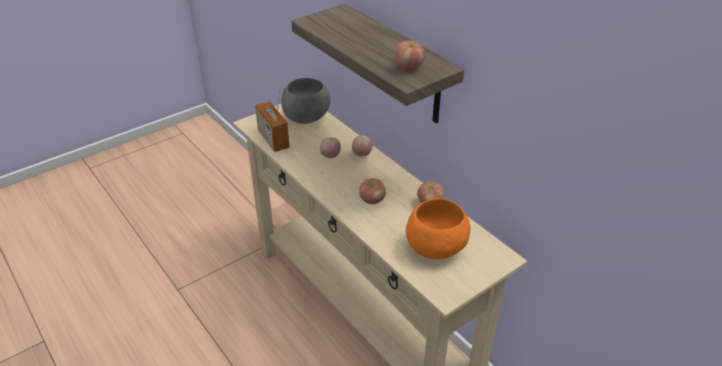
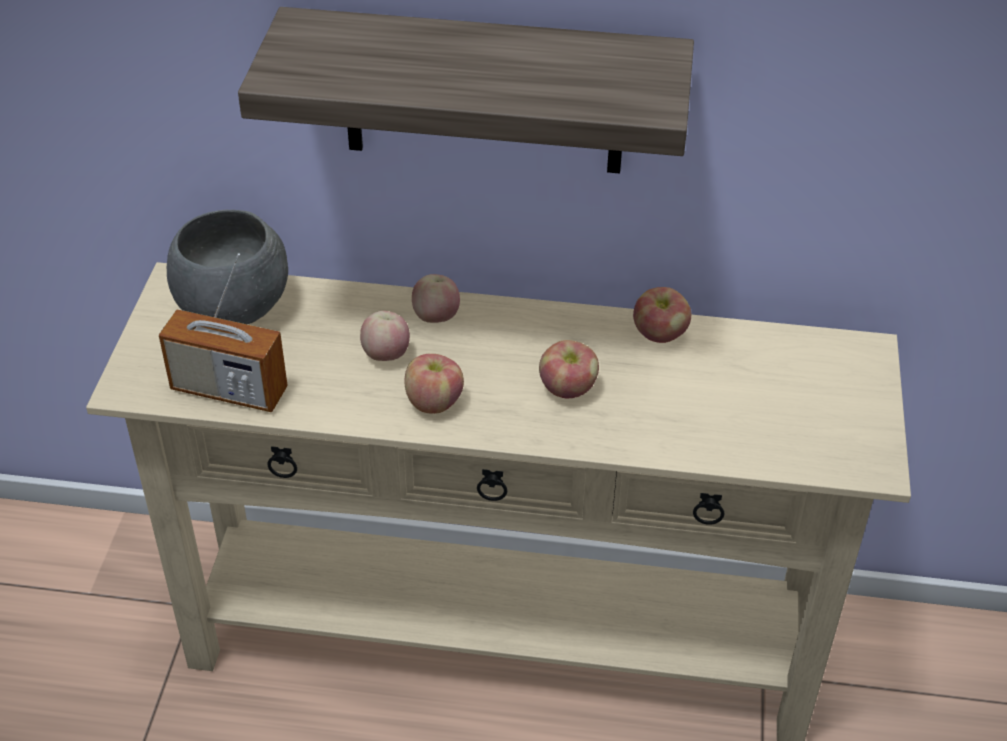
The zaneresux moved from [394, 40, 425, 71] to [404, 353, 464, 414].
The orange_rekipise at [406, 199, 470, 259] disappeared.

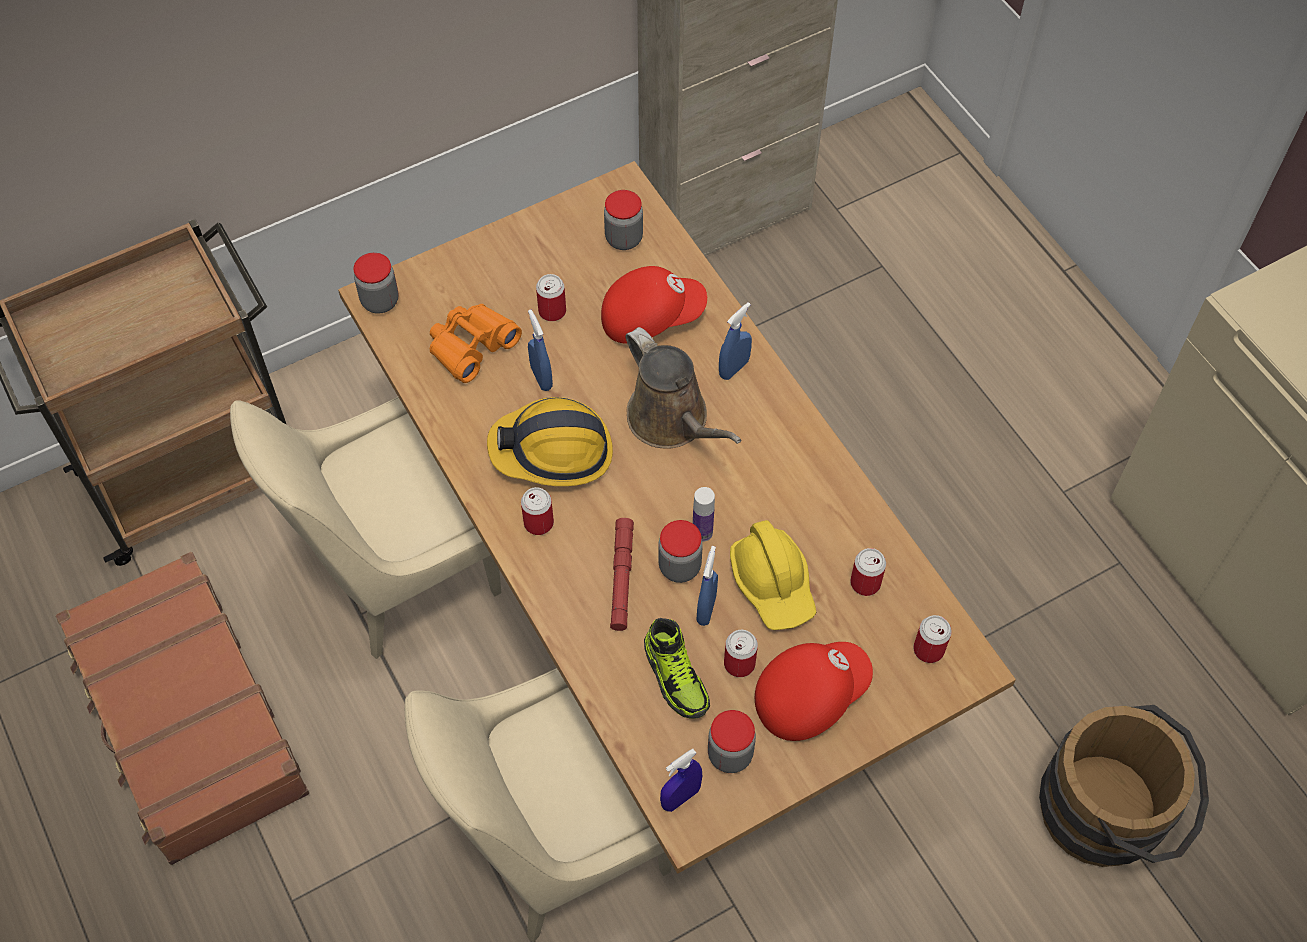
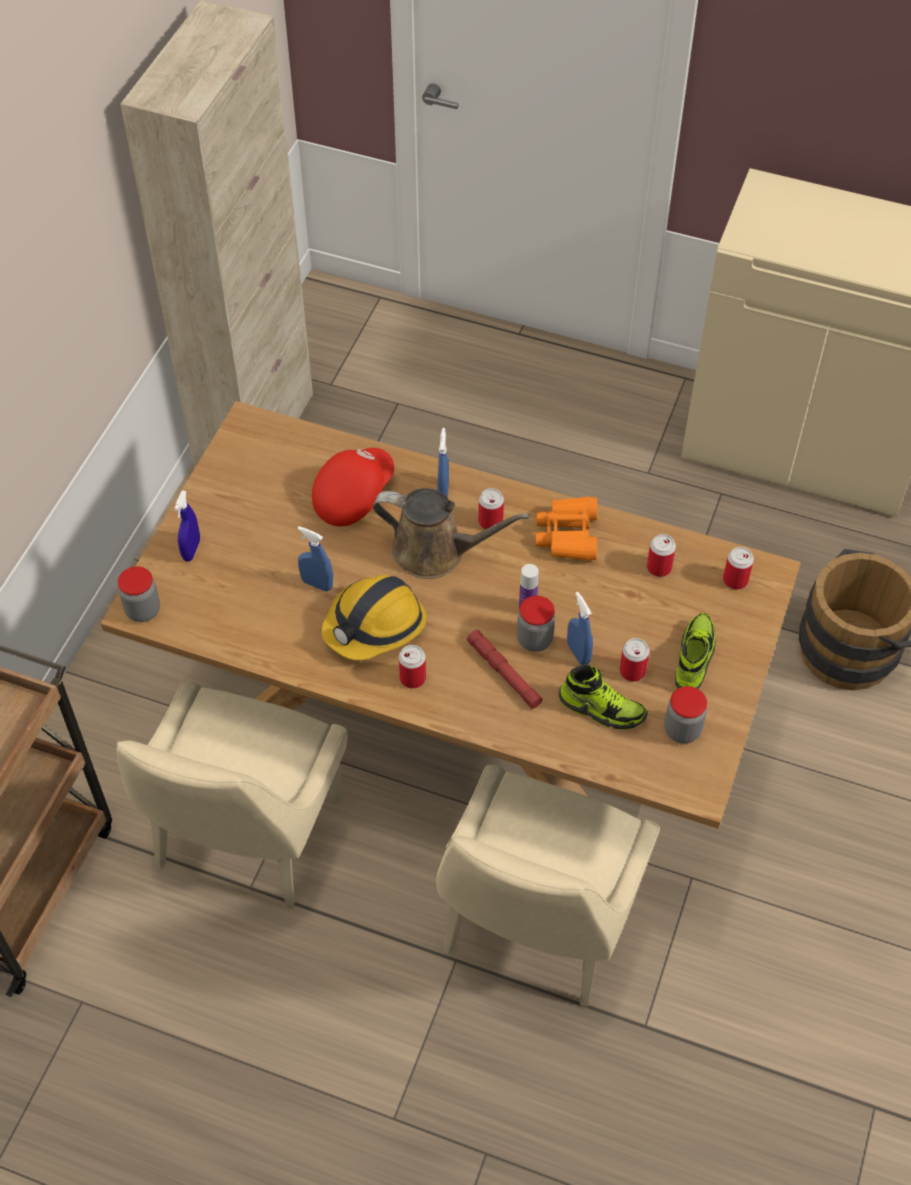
The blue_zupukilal moved from [660, 749, 702, 812] to [174, 490, 200, 561].
The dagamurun moved from [536, 274, 566, 321] to [478, 488, 504, 530].
The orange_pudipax moved from [430, 304, 522, 383] to [536, 496, 597, 561].
The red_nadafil at [755, 642, 873, 741] was replaced by the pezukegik at [675, 613, 716, 689].
The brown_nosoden at [56, 552, 309, 865] disappeared.
The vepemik at [604, 190, 643, 250] disappeared.
The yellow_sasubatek at [730, 520, 816, 630] disappeared.

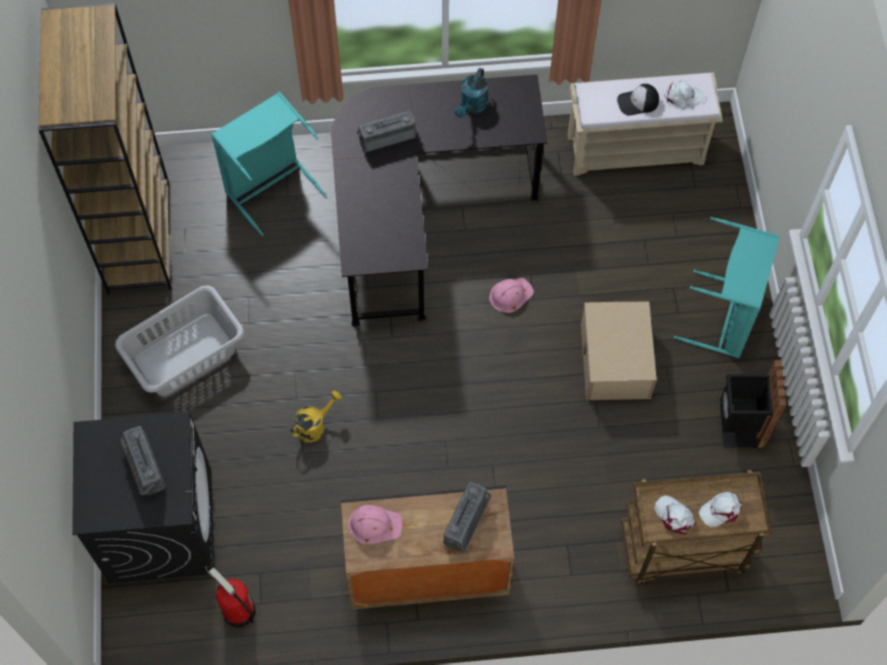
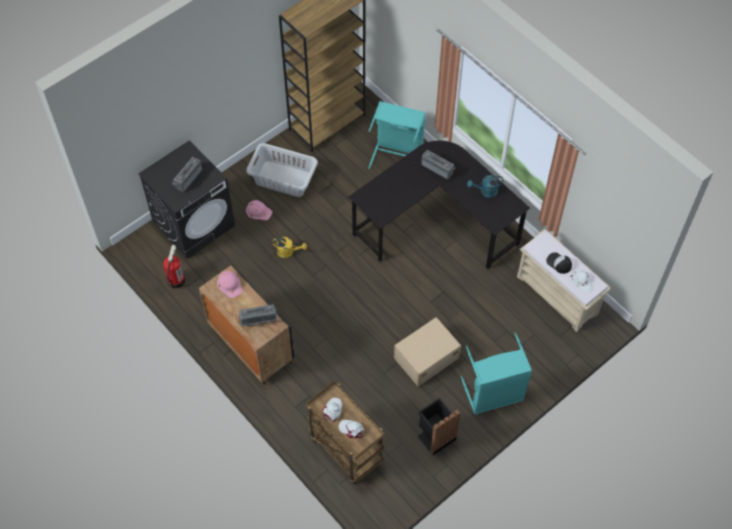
The pink_sasubatek moved from [489, 278, 534, 313] to [246, 200, 272, 220].

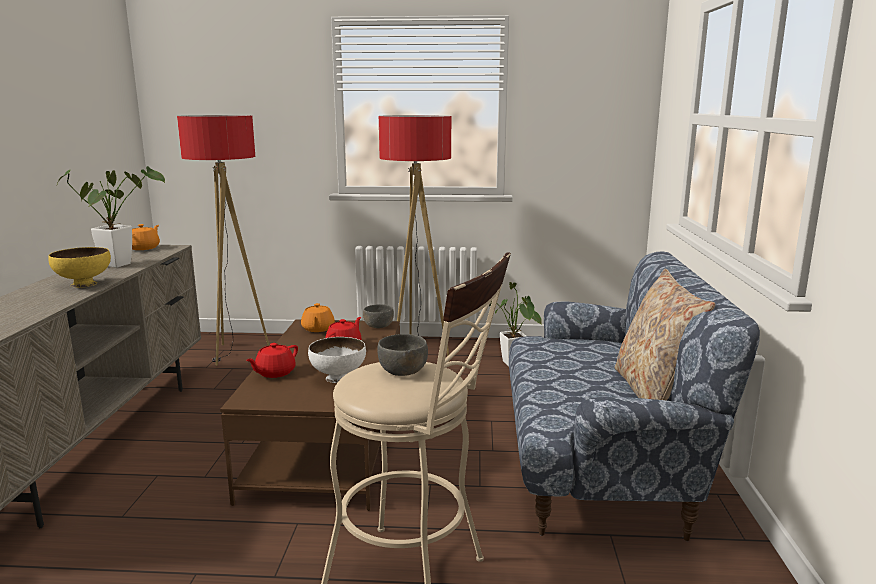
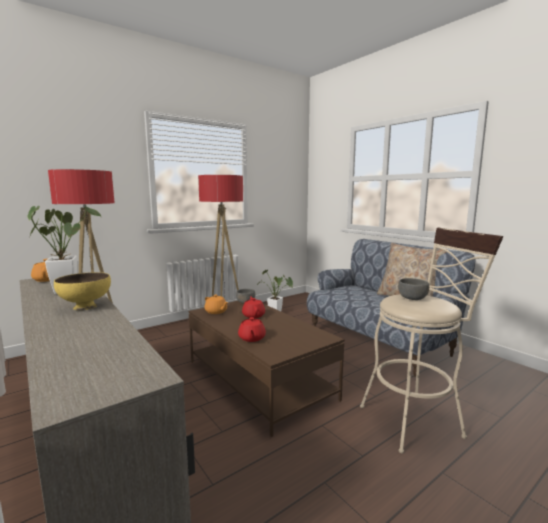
The white_rekipise at [308, 337, 366, 383] disappeared.

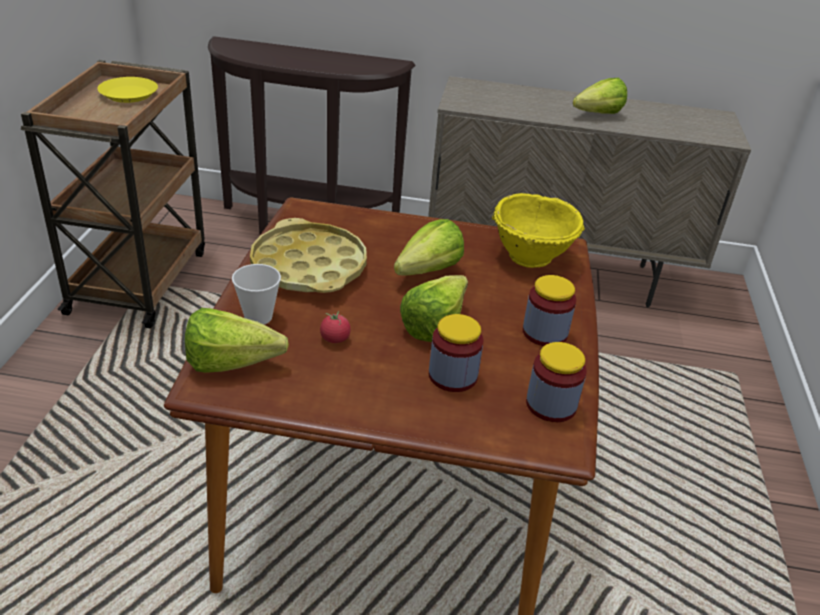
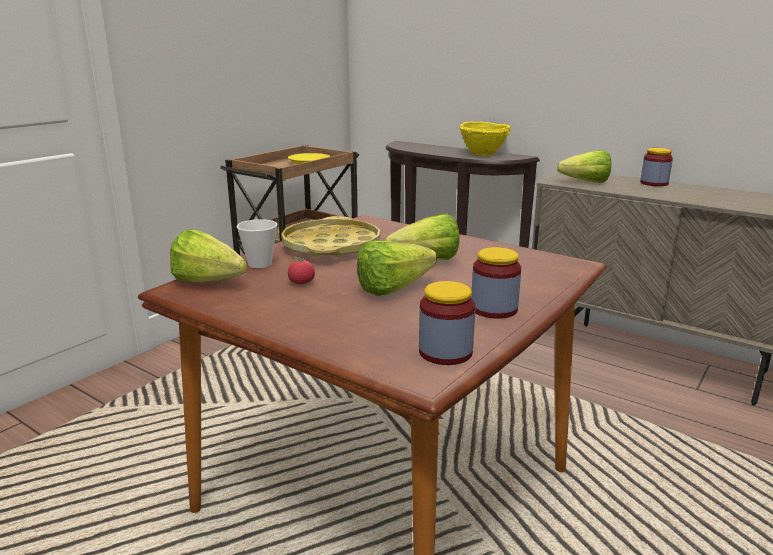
The yellow_rekipise moved from [492, 193, 585, 268] to [459, 121, 511, 156].
The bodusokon moved from [573, 78, 627, 114] to [557, 150, 612, 183].
The vepemik moved from [429, 314, 483, 392] to [640, 148, 673, 186].

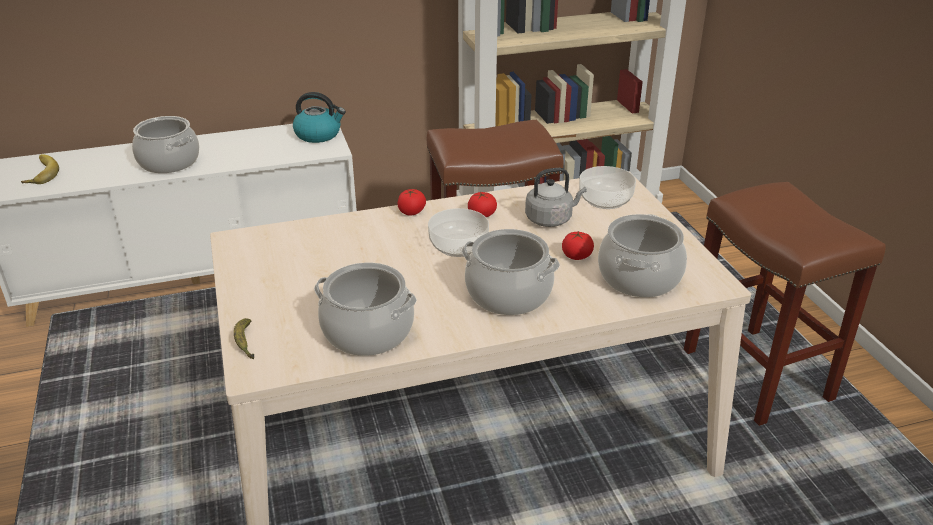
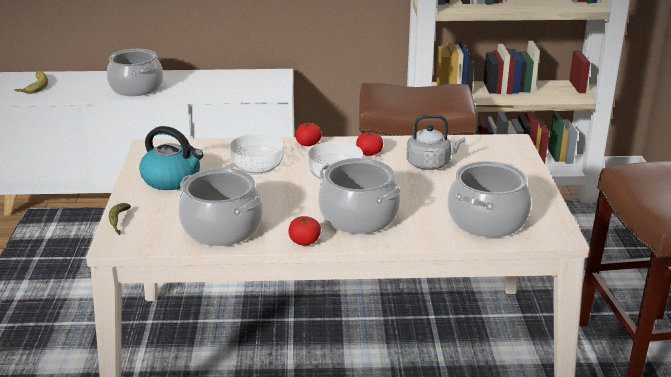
The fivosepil moved from [293, 92, 346, 143] to [139, 126, 204, 190].
The rekipise moved from [579, 166, 636, 209] to [229, 134, 284, 175].
The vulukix moved from [562, 231, 594, 260] to [288, 216, 321, 245].

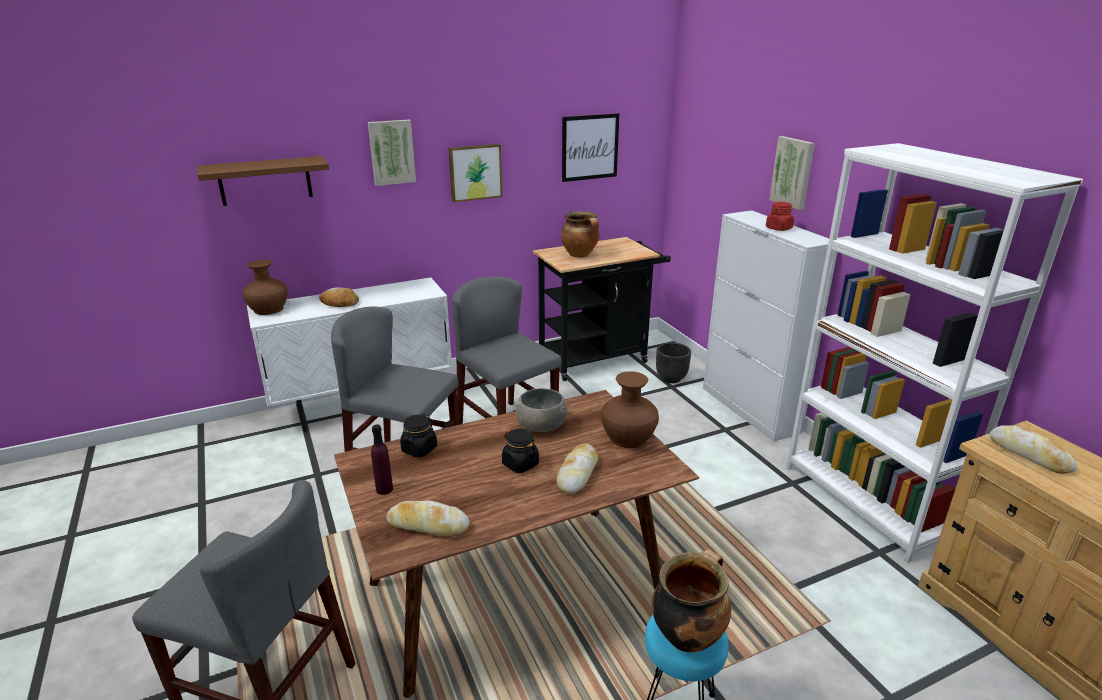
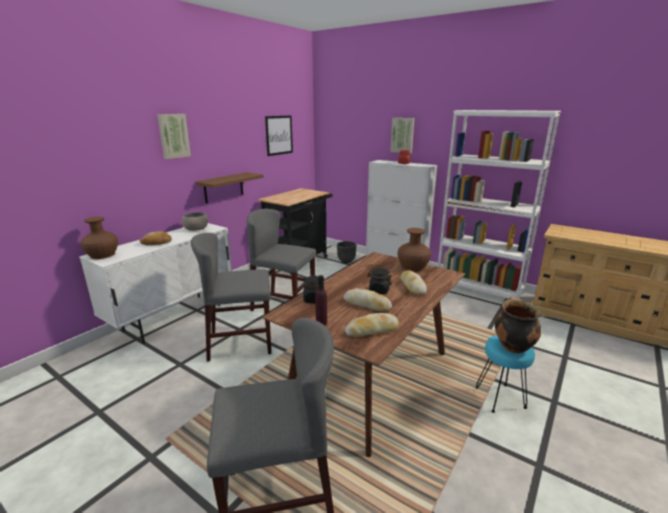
The grey_rekipise moved from [515, 388, 567, 432] to [182, 212, 208, 231].
The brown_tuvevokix moved from [197, 156, 329, 206] to [196, 172, 264, 203].
The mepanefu moved from [990, 425, 1077, 474] to [344, 288, 392, 312].
The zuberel at [448, 144, 502, 202] disappeared.
The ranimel at [561, 211, 600, 258] disappeared.

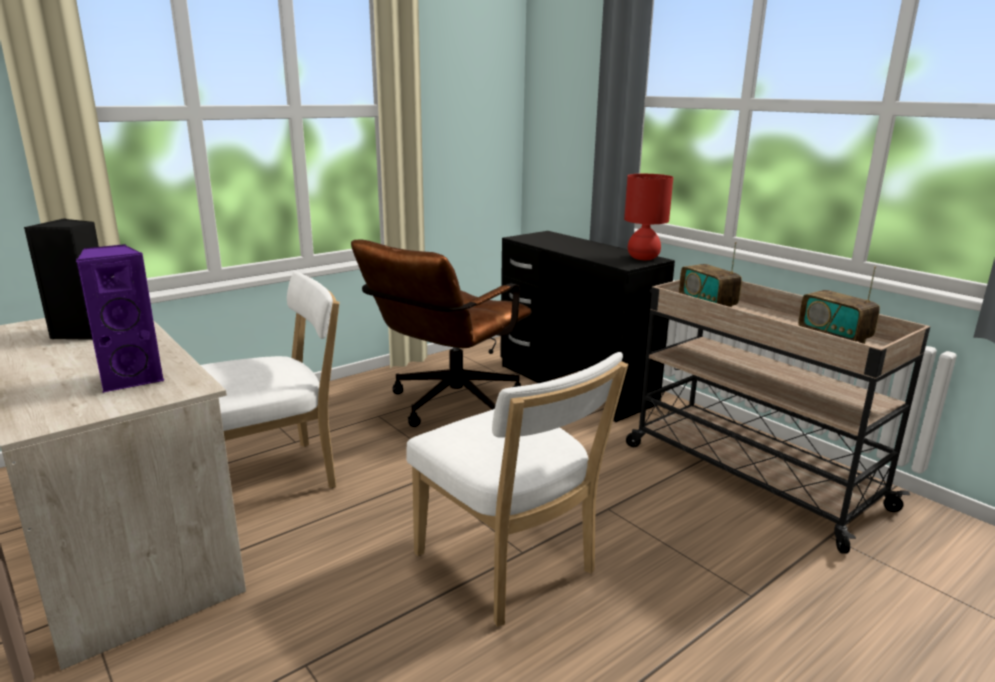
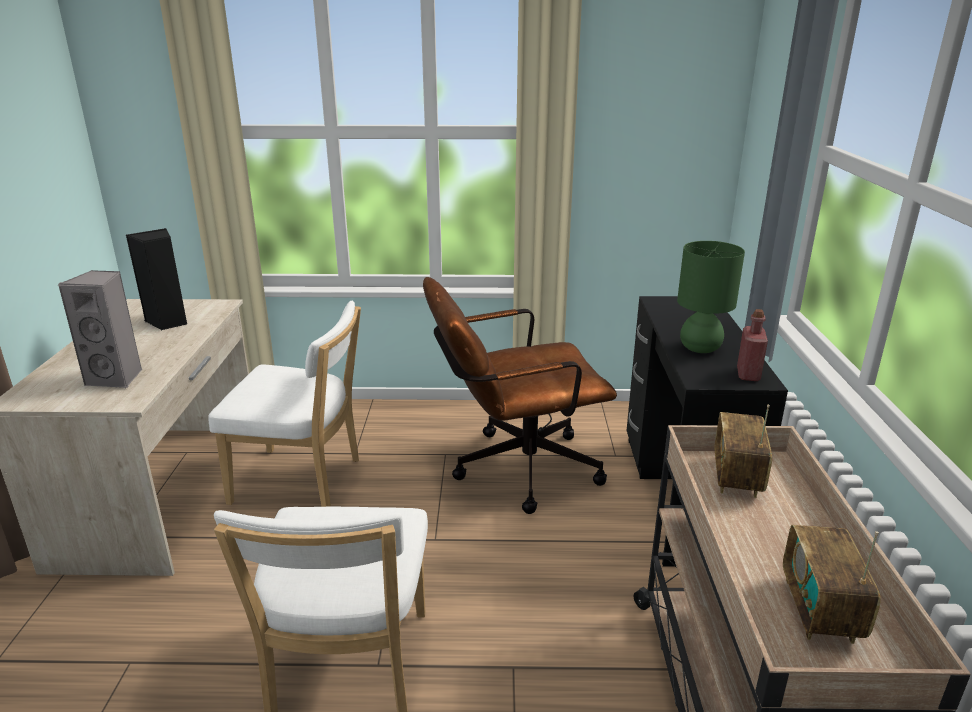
The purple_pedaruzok at [76, 244, 165, 393] became the grey_pedaruzok at [58, 270, 142, 389].
The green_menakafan at [677, 241, 745, 353] appeared.
The red_menakafan at [624, 174, 673, 260] was replaced by the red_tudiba at [737, 309, 768, 381].

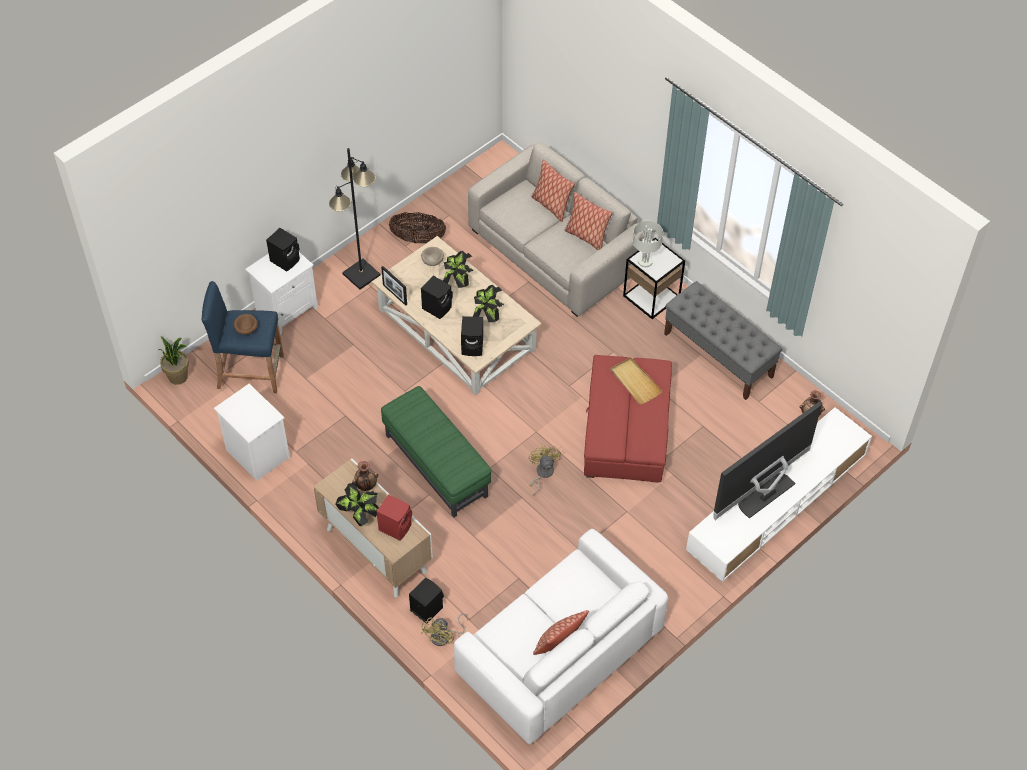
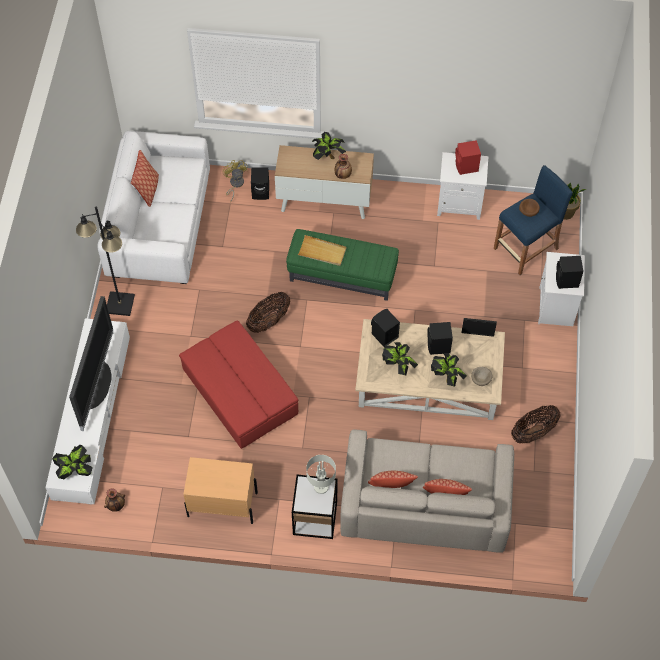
The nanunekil at [52, 445, 93, 479] appeared.
The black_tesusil moved from [329, 148, 380, 289] to [76, 207, 135, 316].
The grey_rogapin at [664, 281, 782, 400] was replaced by the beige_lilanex at [183, 457, 258, 524].
The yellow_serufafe at [529, 445, 561, 496] was replaced by the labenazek at [246, 292, 290, 333].
The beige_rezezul moved from [611, 357, 663, 404] to [297, 235, 347, 266].
The red_pedaruzok moved from [377, 494, 412, 541] to [455, 140, 481, 175].

